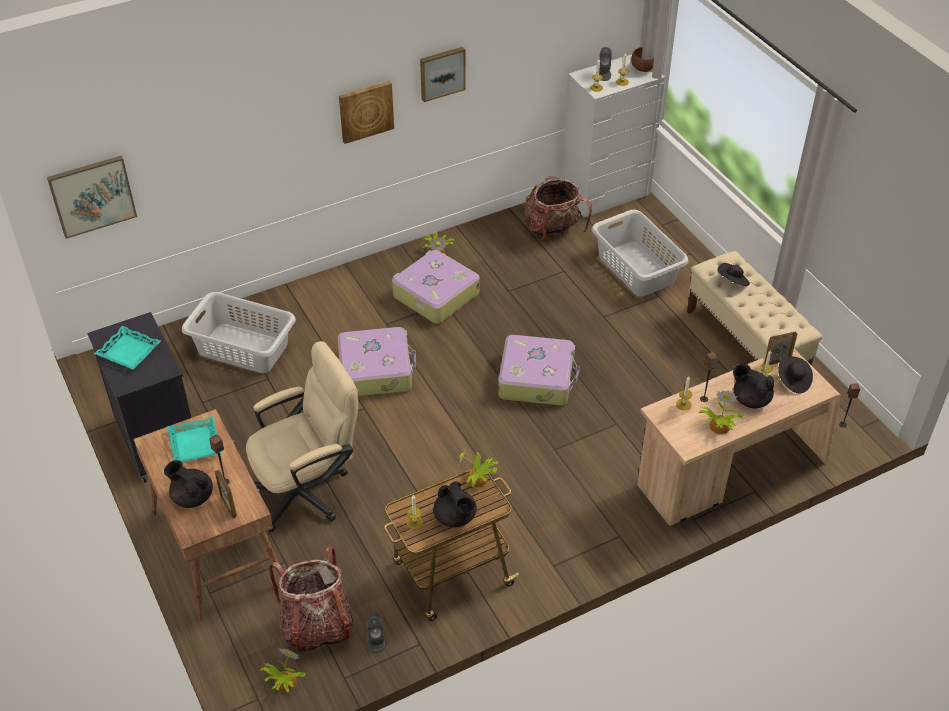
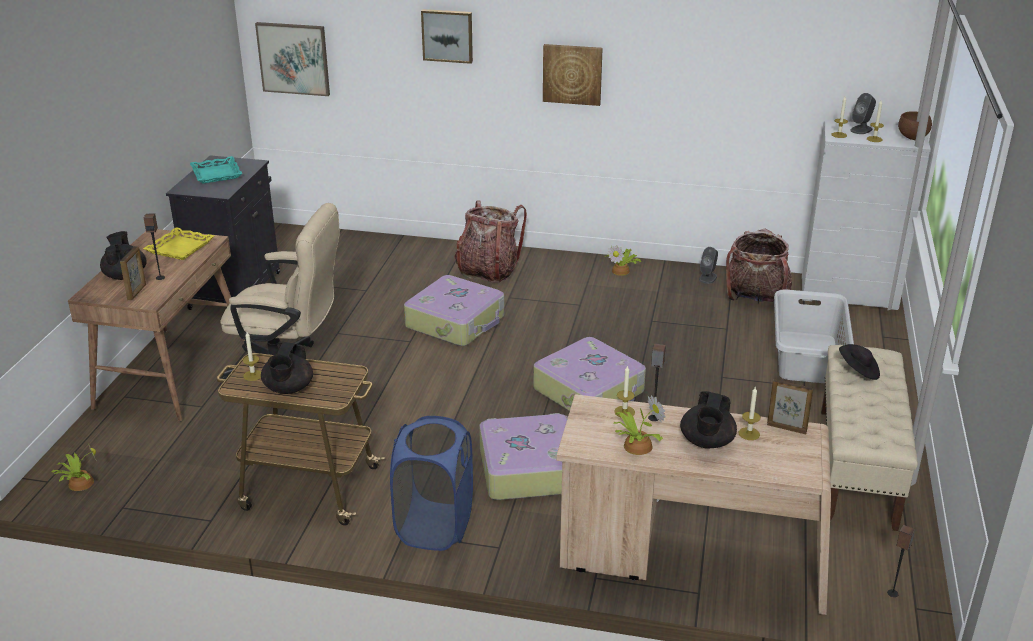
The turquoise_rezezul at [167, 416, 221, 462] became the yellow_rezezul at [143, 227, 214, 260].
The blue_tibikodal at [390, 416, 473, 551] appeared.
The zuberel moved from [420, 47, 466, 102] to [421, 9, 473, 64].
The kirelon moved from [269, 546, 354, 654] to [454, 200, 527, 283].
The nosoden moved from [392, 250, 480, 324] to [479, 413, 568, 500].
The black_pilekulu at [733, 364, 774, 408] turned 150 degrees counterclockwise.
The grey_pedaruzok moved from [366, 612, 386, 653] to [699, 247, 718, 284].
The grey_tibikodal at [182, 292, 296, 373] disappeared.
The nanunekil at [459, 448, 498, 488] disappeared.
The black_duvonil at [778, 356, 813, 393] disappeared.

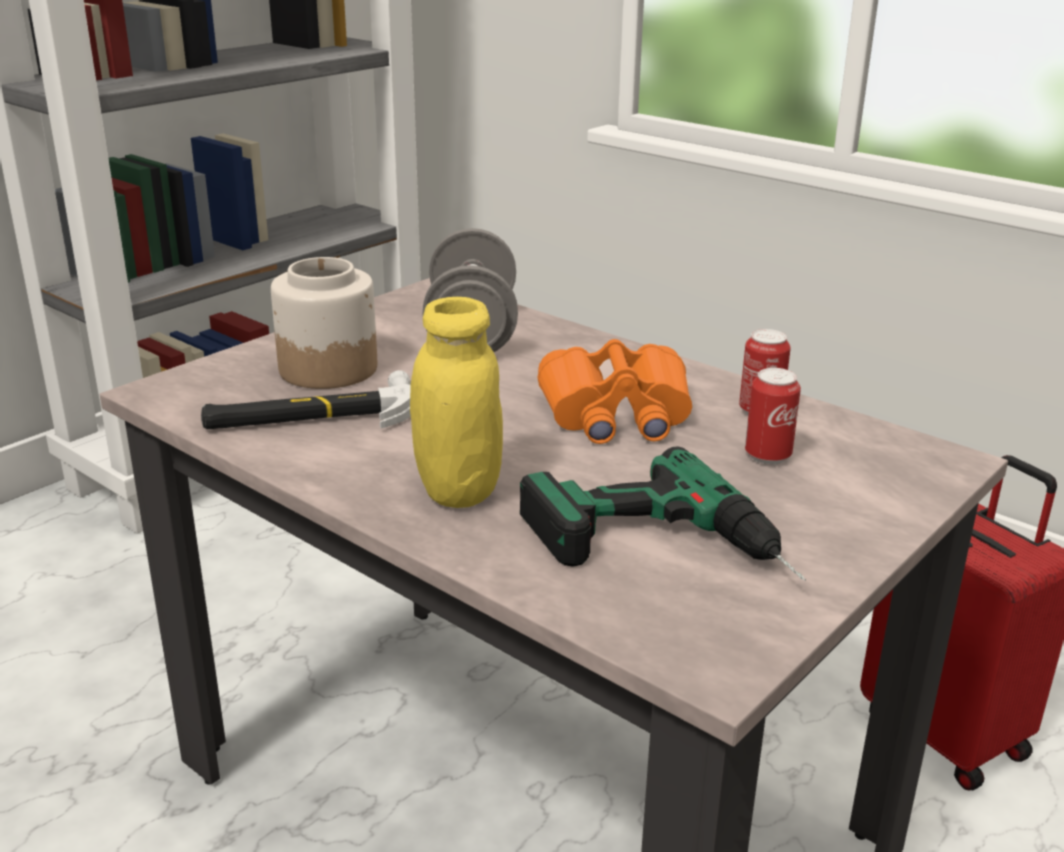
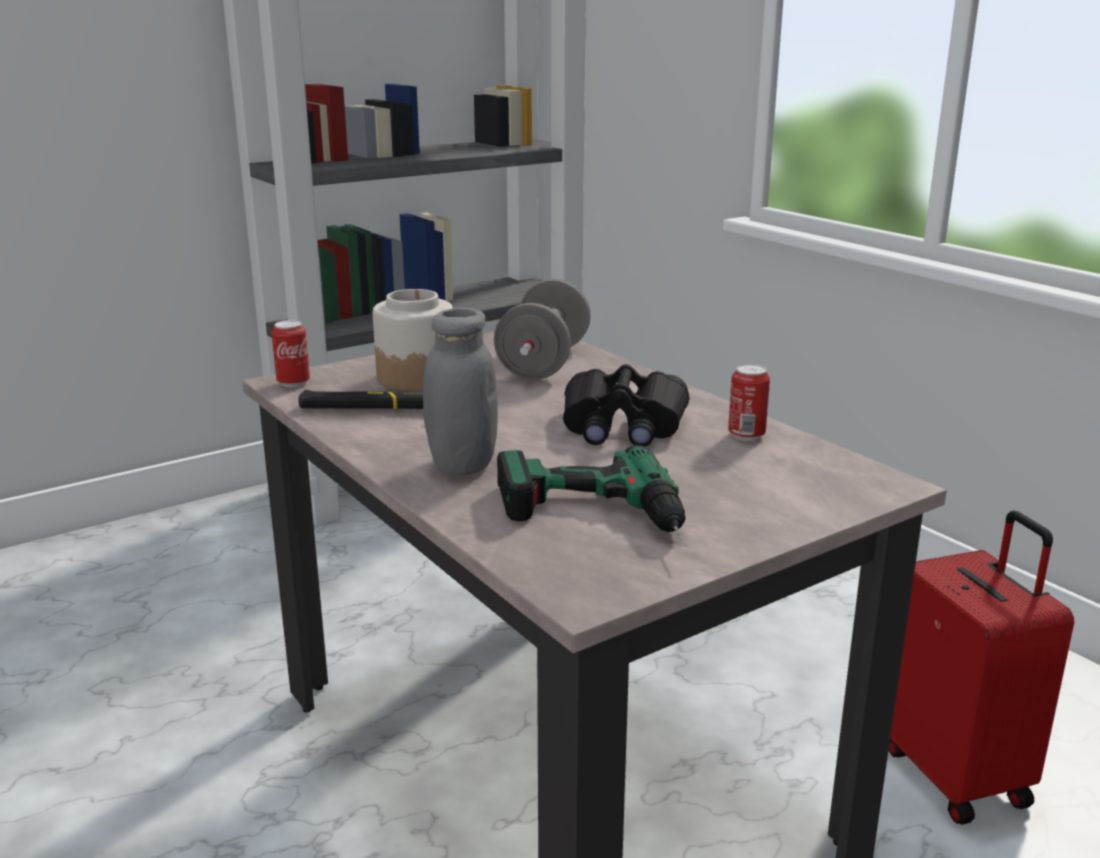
The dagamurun moved from [745, 368, 801, 465] to [272, 320, 310, 388].
The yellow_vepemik at [410, 297, 503, 508] became the grey_vepemik at [423, 308, 498, 475].
The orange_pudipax at [538, 339, 692, 444] became the black_pudipax at [563, 364, 689, 447].

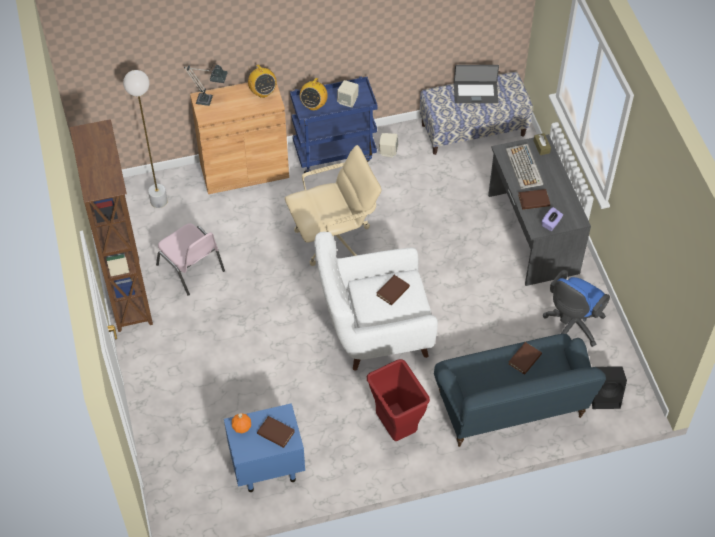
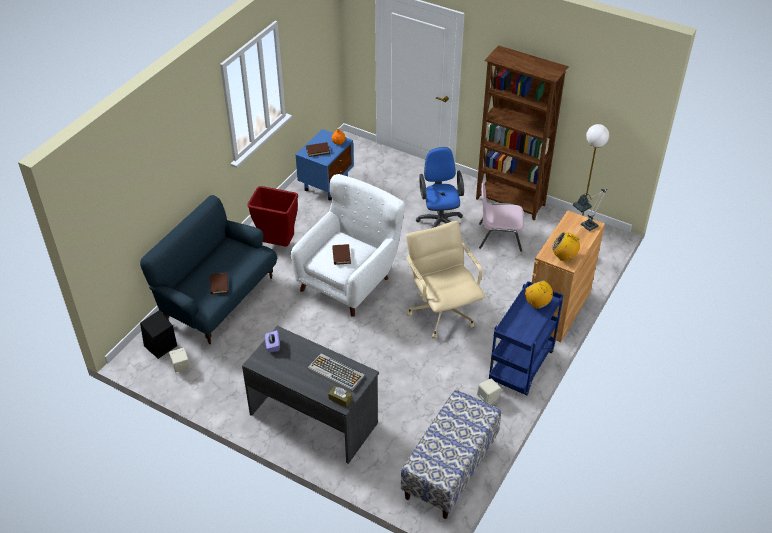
The beige_pedaruzok moved from [337, 80, 359, 108] to [169, 347, 190, 373].
The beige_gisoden at [285, 145, 382, 266] turned 135 degrees clockwise.
The blue_gisoden moved from [543, 270, 610, 347] to [416, 147, 464, 228].
The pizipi at [454, 65, 499, 103] disappeared.
The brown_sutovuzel at [518, 189, 550, 210] disappeared.

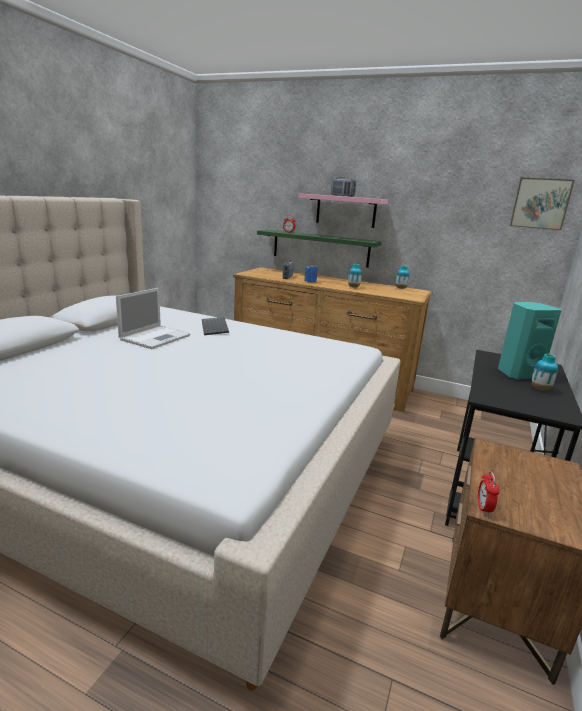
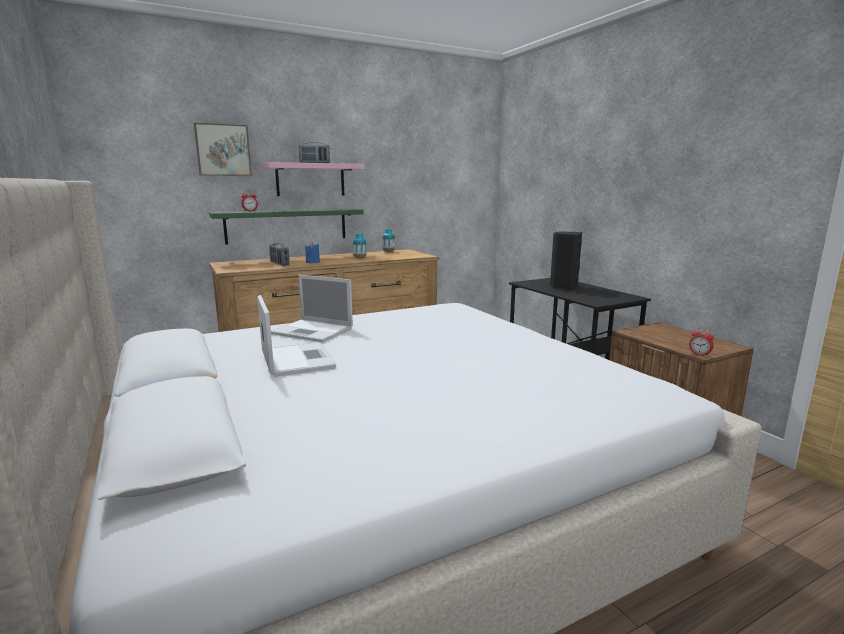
The zuberel moved from [510, 177, 575, 230] to [194, 123, 252, 176].
The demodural at [202, 317, 229, 335] was replaced by the pizipi at [271, 275, 353, 342].
The turquoise_pedaruzok at [498, 302, 562, 379] became the black_pedaruzok at [550, 232, 582, 290].
The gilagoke at [532, 354, 558, 391] disappeared.

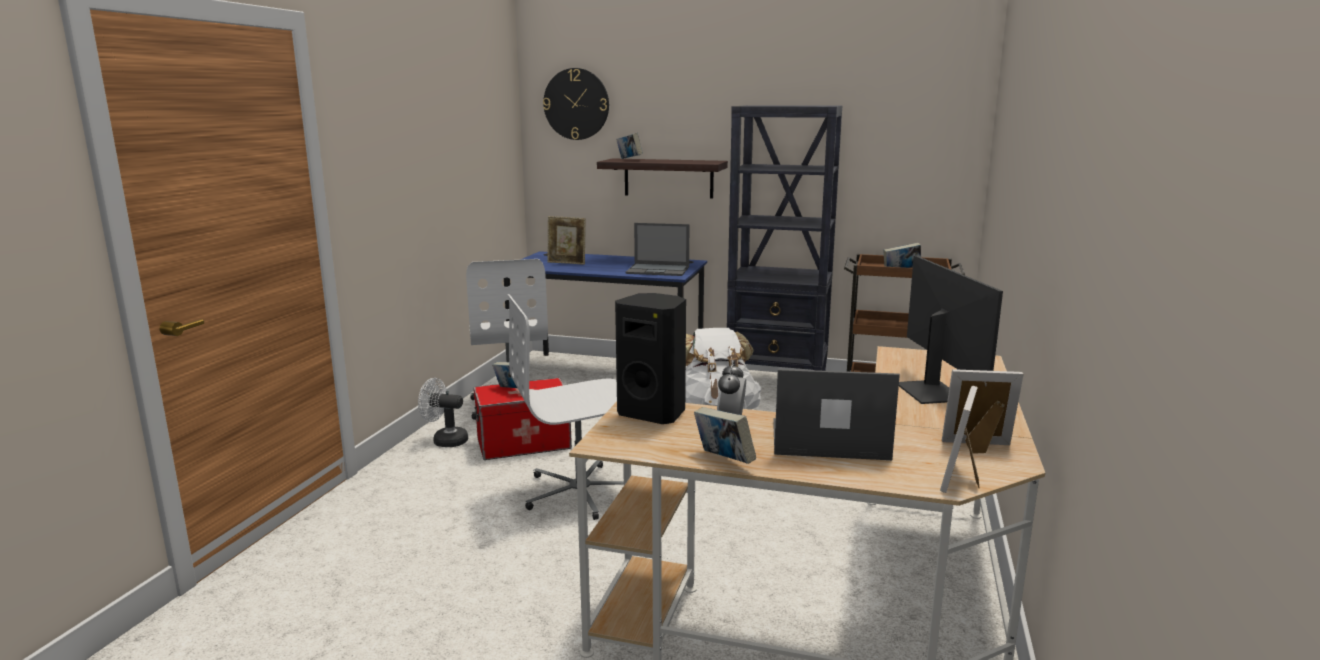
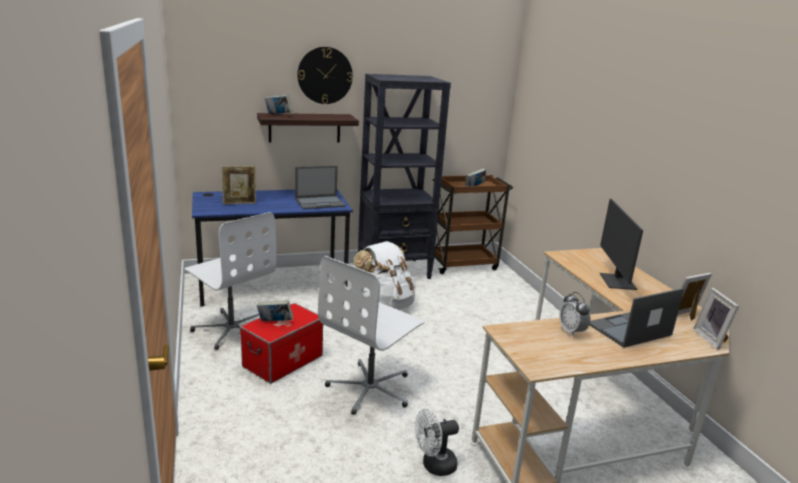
The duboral moved from [543, 68, 609, 140] to [297, 47, 353, 104].
The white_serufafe moved from [418, 378, 468, 447] to [415, 409, 459, 476].
The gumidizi at [899, 256, 1003, 404] turned 135 degrees counterclockwise.
The black_pedaruzok at [615, 293, 686, 424] disappeared.
The sutovuzel at [694, 407, 756, 464] disappeared.

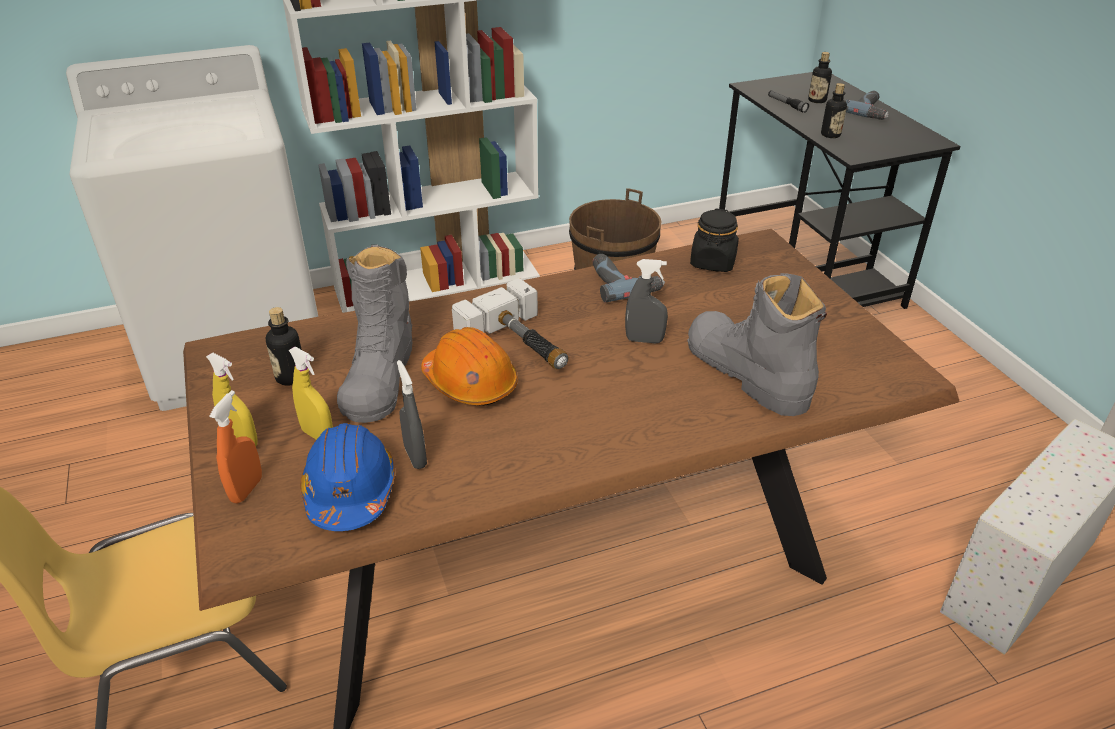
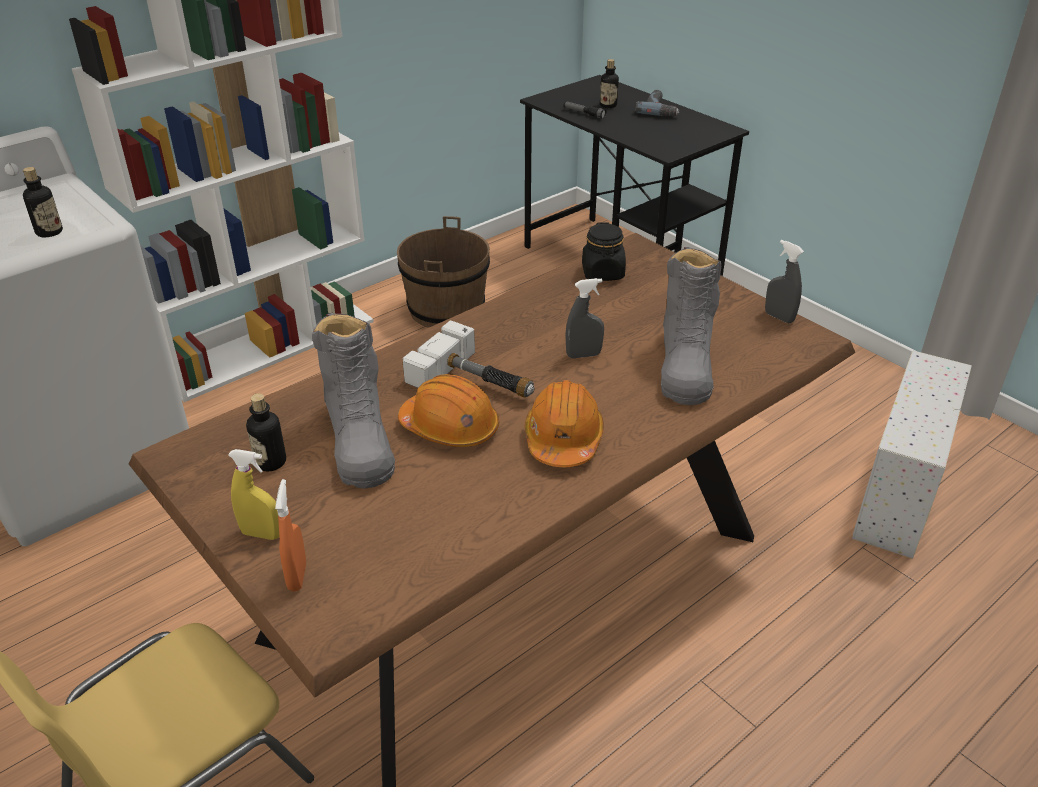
The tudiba moved from [821, 83, 847, 138] to [23, 167, 63, 237].
The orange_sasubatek at [525, 380, 604, 467] appeared.
The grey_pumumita at [688, 273, 827, 416] turned 120 degrees counterclockwise.
The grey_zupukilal moved from [397, 360, 427, 469] to [765, 240, 804, 324].
The yellow_zupukilal at [289, 347, 333, 440] disappeared.
The blue_sasubatek at [300, 423, 395, 531] disappeared.
The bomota at [593, 254, 665, 303] disappeared.

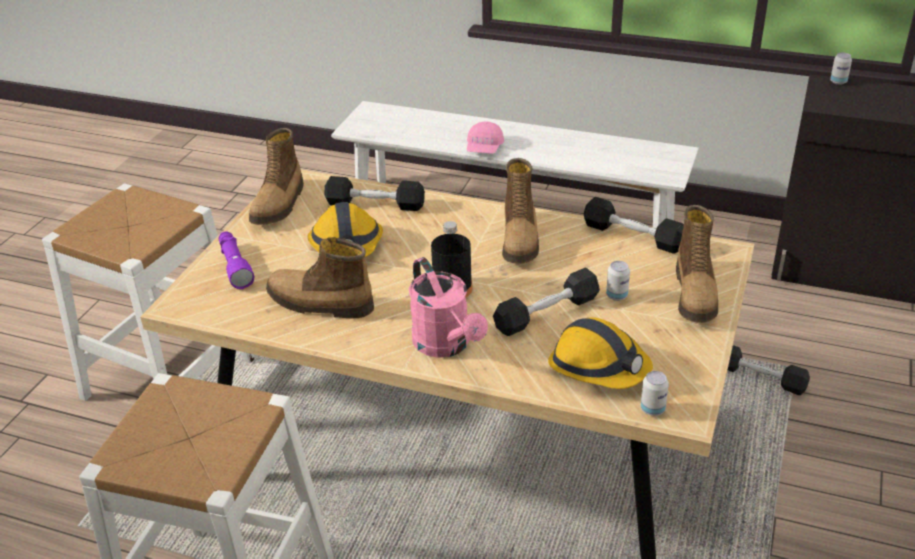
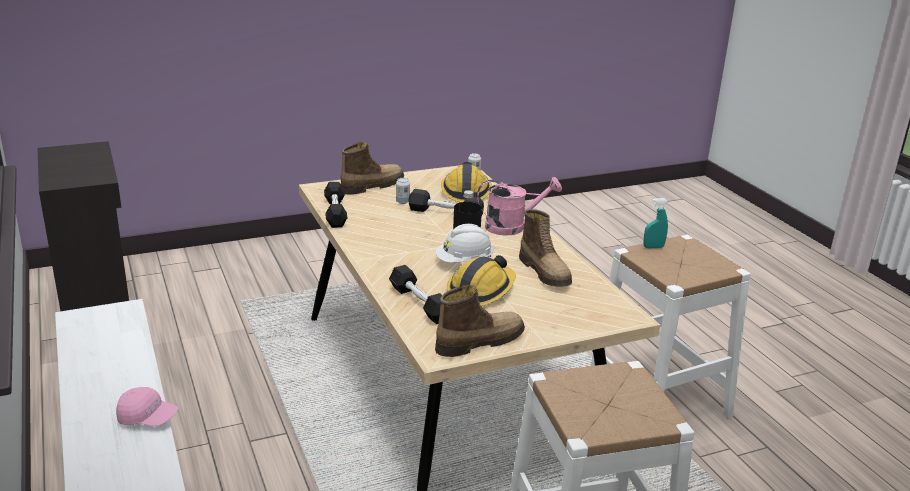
The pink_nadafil at [467, 121, 504, 154] turned 45 degrees clockwise.
The white_sasubatek at [435, 224, 493, 263] appeared.
The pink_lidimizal at [409, 257, 488, 358] turned 60 degrees clockwise.
The turquoise_zupukilal at [643, 198, 668, 248] appeared.
The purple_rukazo at [219, 231, 254, 289] disappeared.
The pumumita at [502, 158, 539, 264] disappeared.
The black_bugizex at [728, 345, 810, 395] disappeared.
The dagamurun at [830, 53, 852, 85] disappeared.

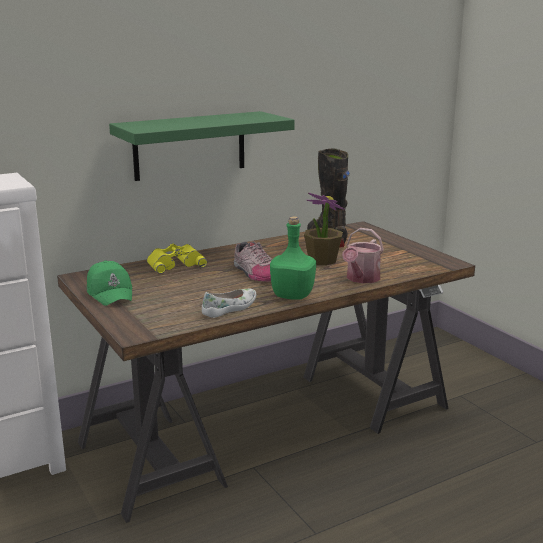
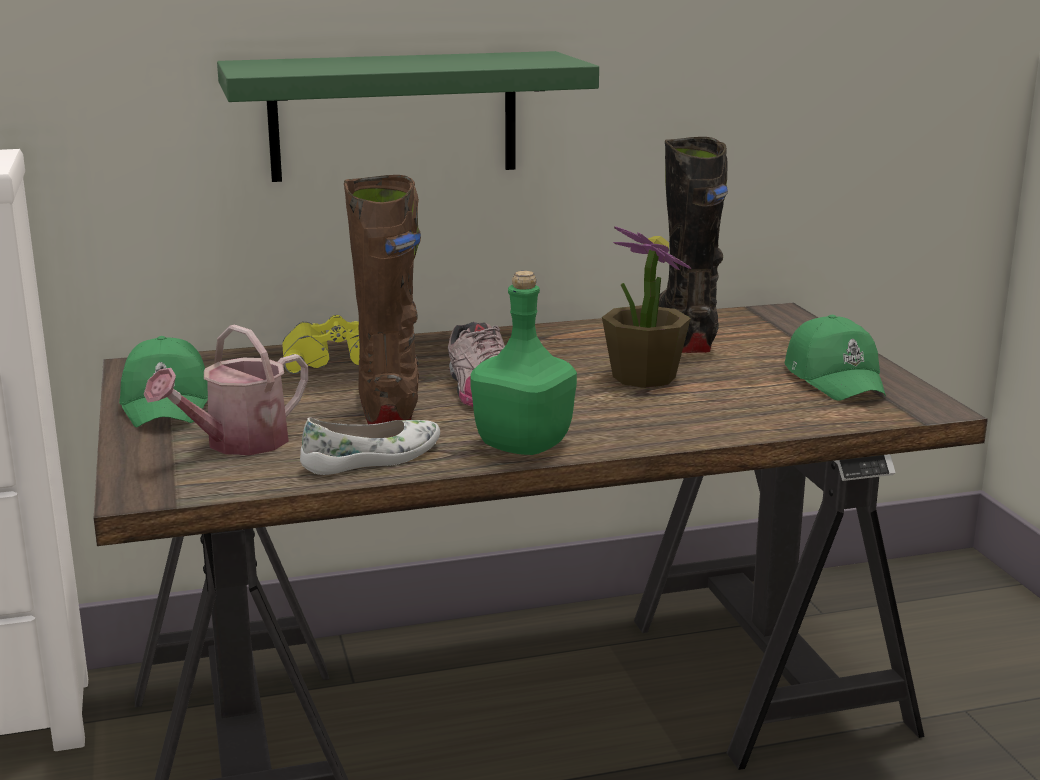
The lidimizal moved from [342, 228, 384, 283] to [144, 325, 308, 455].
The brown_pumumita at [344, 175, 421, 424] appeared.
The green_nadafil at [785, 315, 886, 401] appeared.

